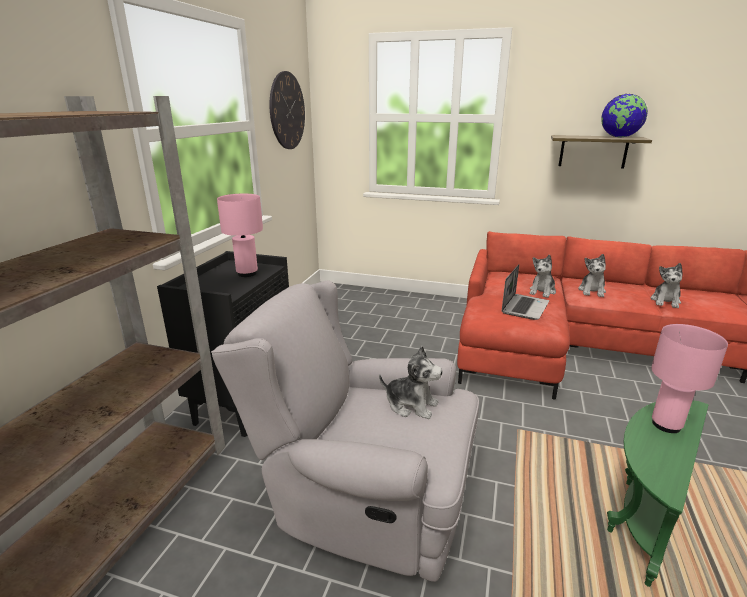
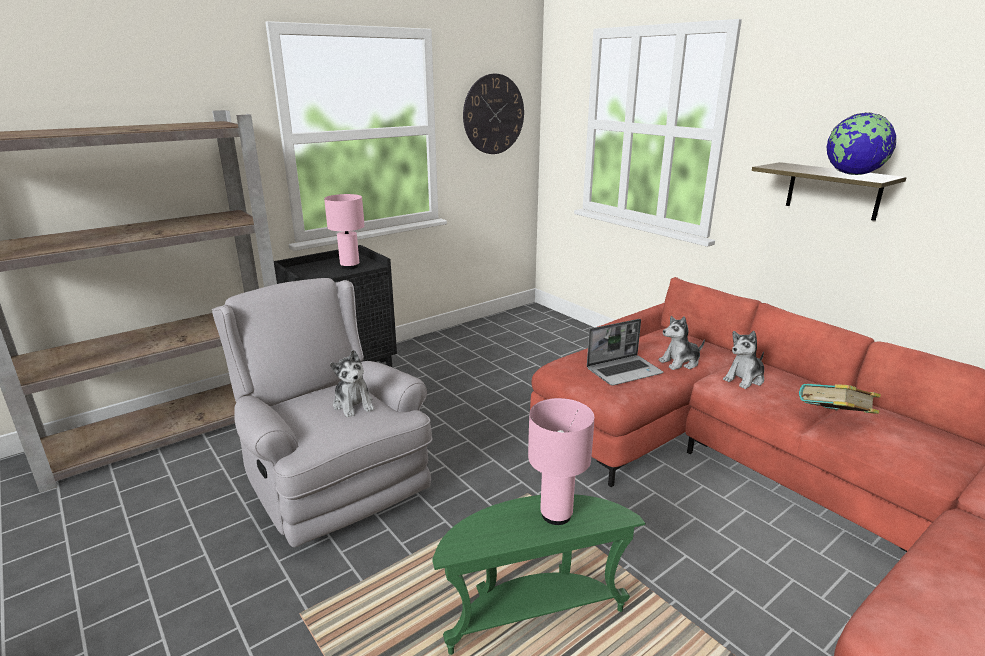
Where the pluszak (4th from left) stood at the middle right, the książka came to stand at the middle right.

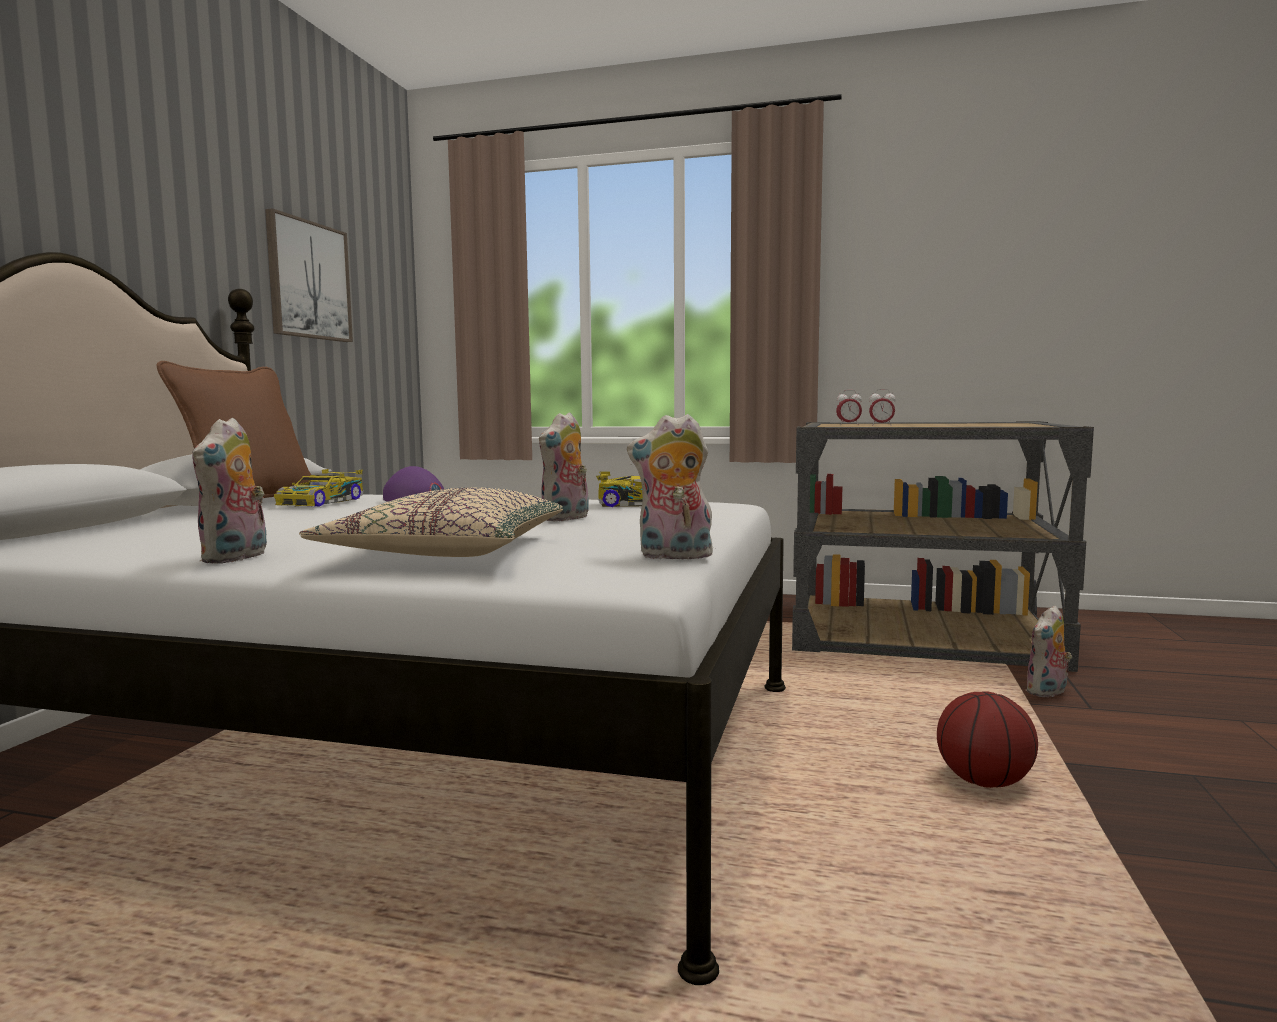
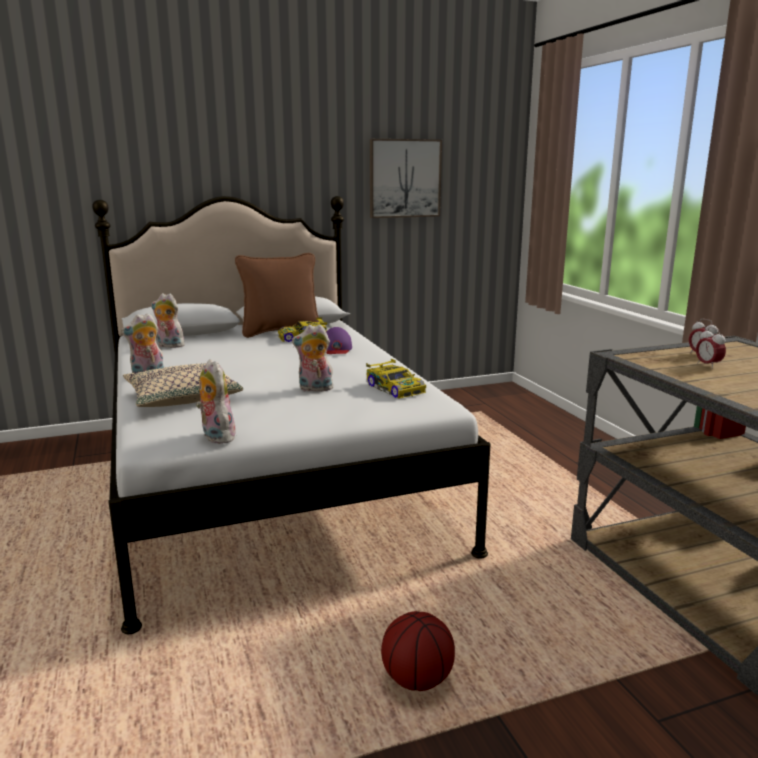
The pluszak (4th from left in the first image) ended up elsewhere, having gone from the middle right to the middle left.

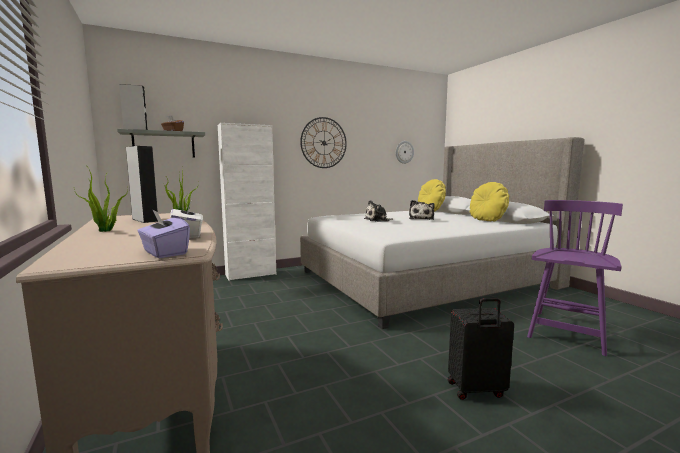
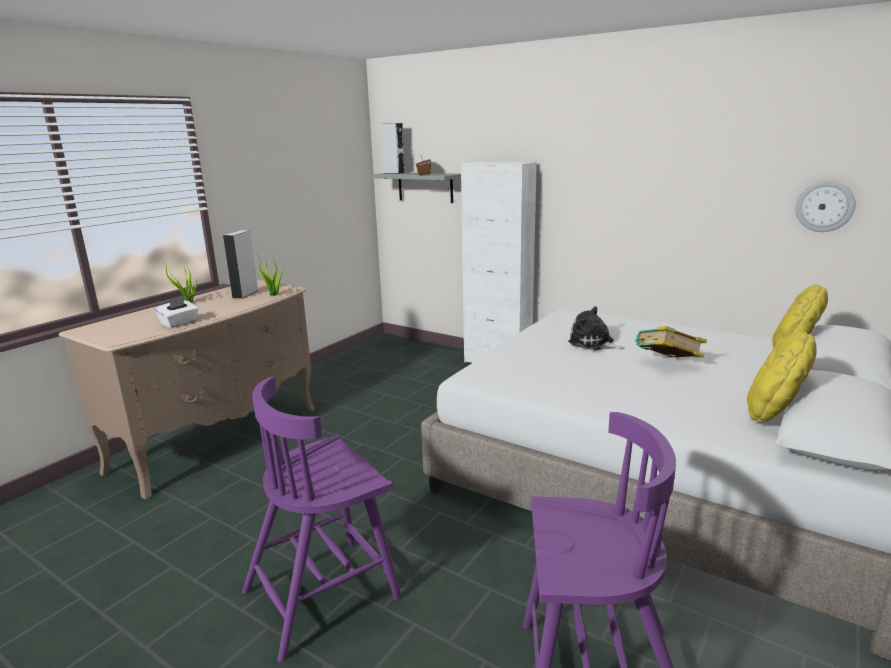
The second view lost the zegar ścienny (1st from left) at the top centre. Where the pluszak (2nd from left) stood at the centre, the książka came to stand at the middle right. The second view lost the pudełko chusteczek [fioletowy] at the middle left. Where the walizka [czarny] stood at the bottom right, the krzesło [fioletowy] (1st from left) came to stand at the bottom centre.

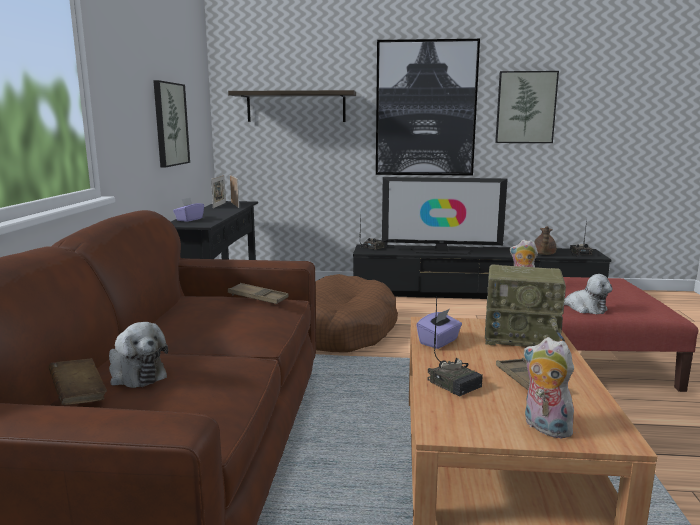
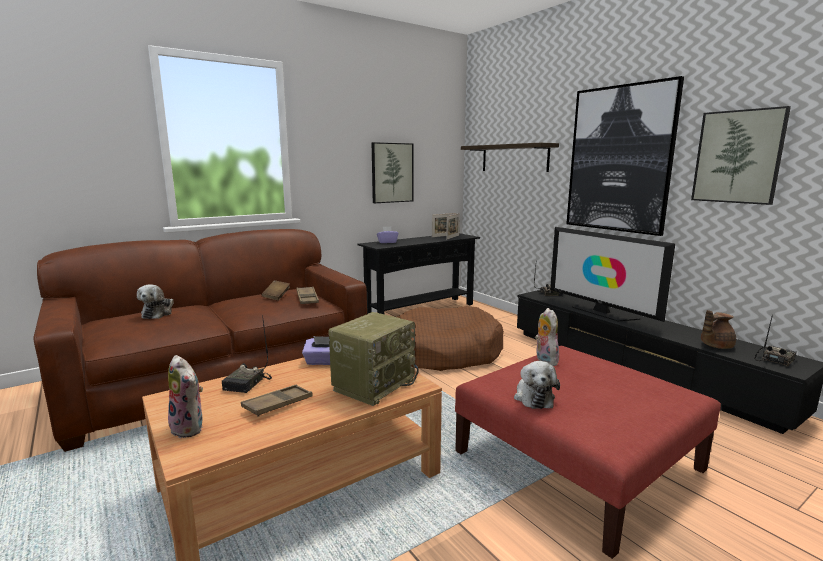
The radio (3rd from left in the first image) at the middle right ended up facing another way, 120 degrees counterclockwise from before. The pluszak (3rd from left in the first image) at the bottom right ended up facing another way, 120 degrees clockwise from before. The książka [brązowy] ended up elsewhere, having gone from the bottom left to the centre.

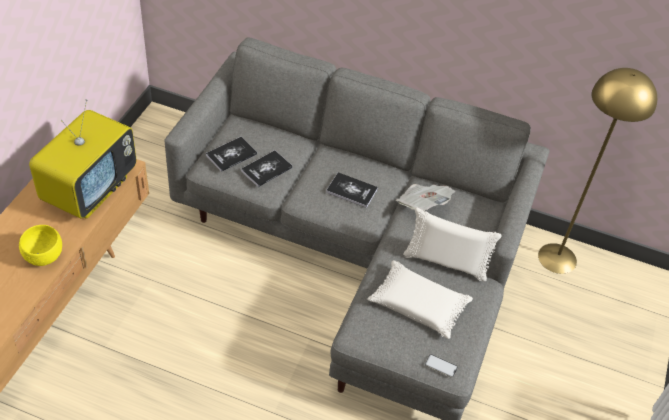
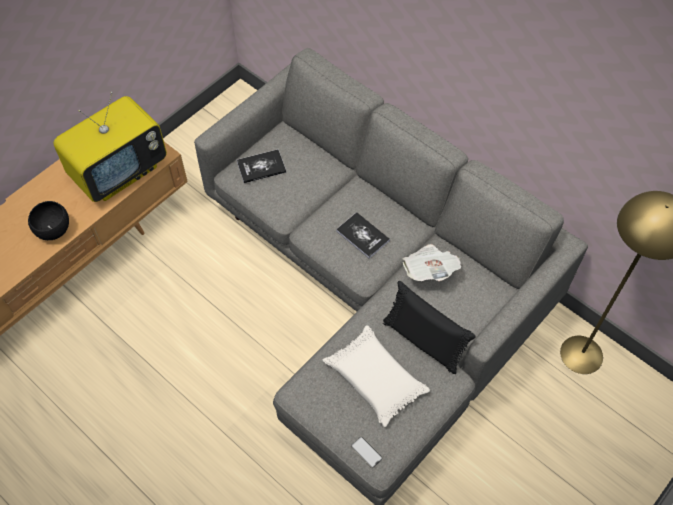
The second view lost the książka (2nd from left) at the centre. What was the poduszka [biały] (2nd from left) at the middle right turned into the poduszka [czarny] at the centre. What was the miska [żółty] at the middle left turned into the miska [czarny] at the middle left.

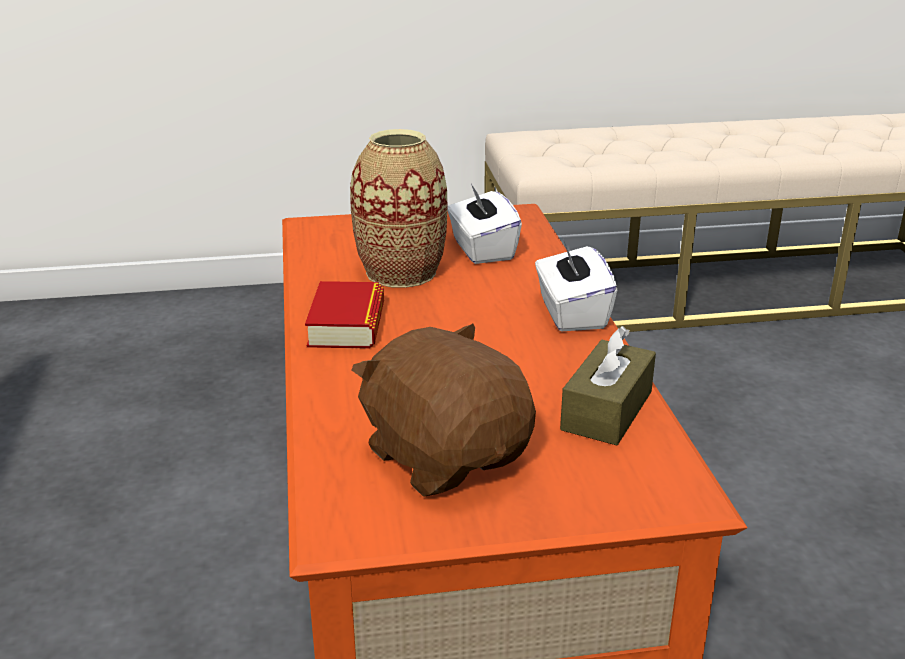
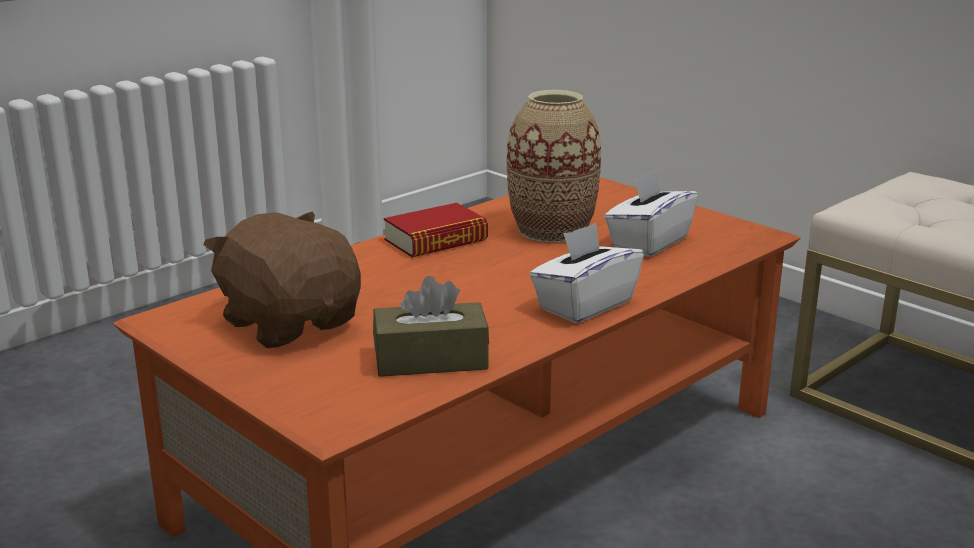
The pluszak [brązowy] at the centre ended up facing another way, 60 degrees counterclockwise from before.

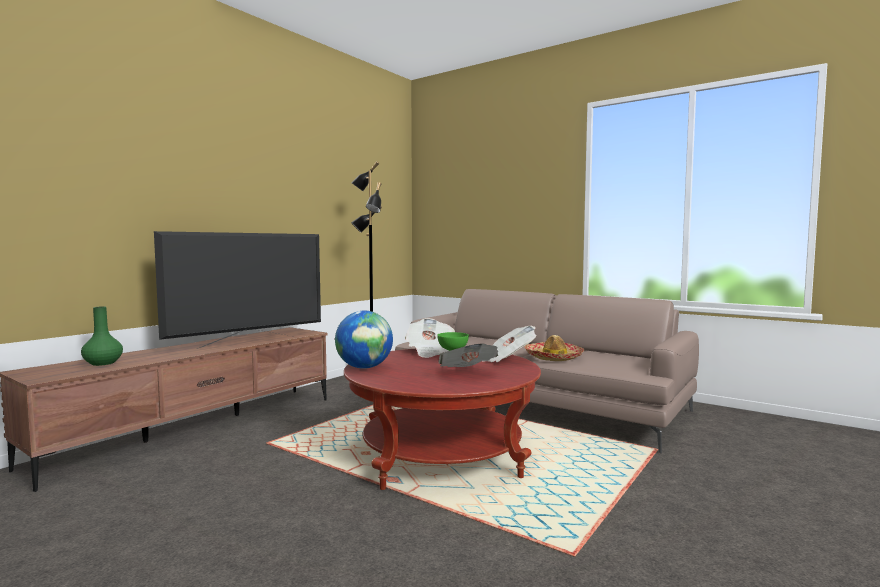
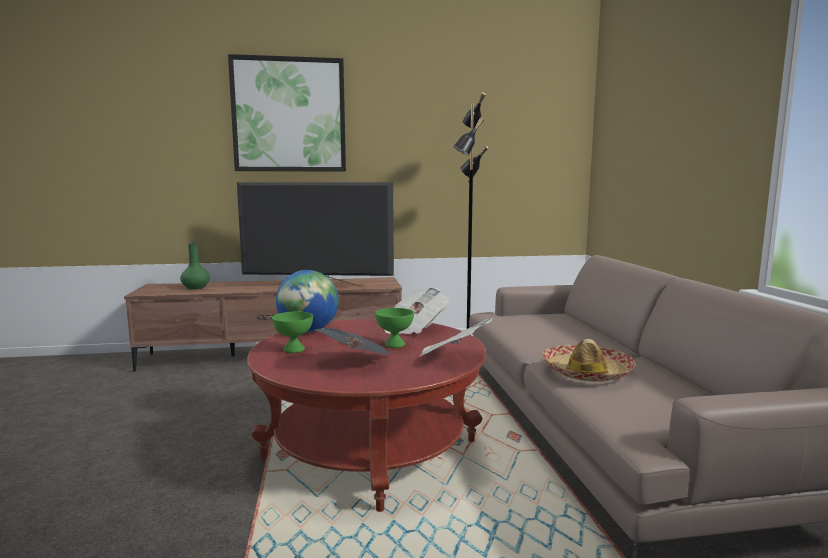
The second view gained the obraz at the top centre. The second view gained the miska [zielony] (1st from left) at the centre.

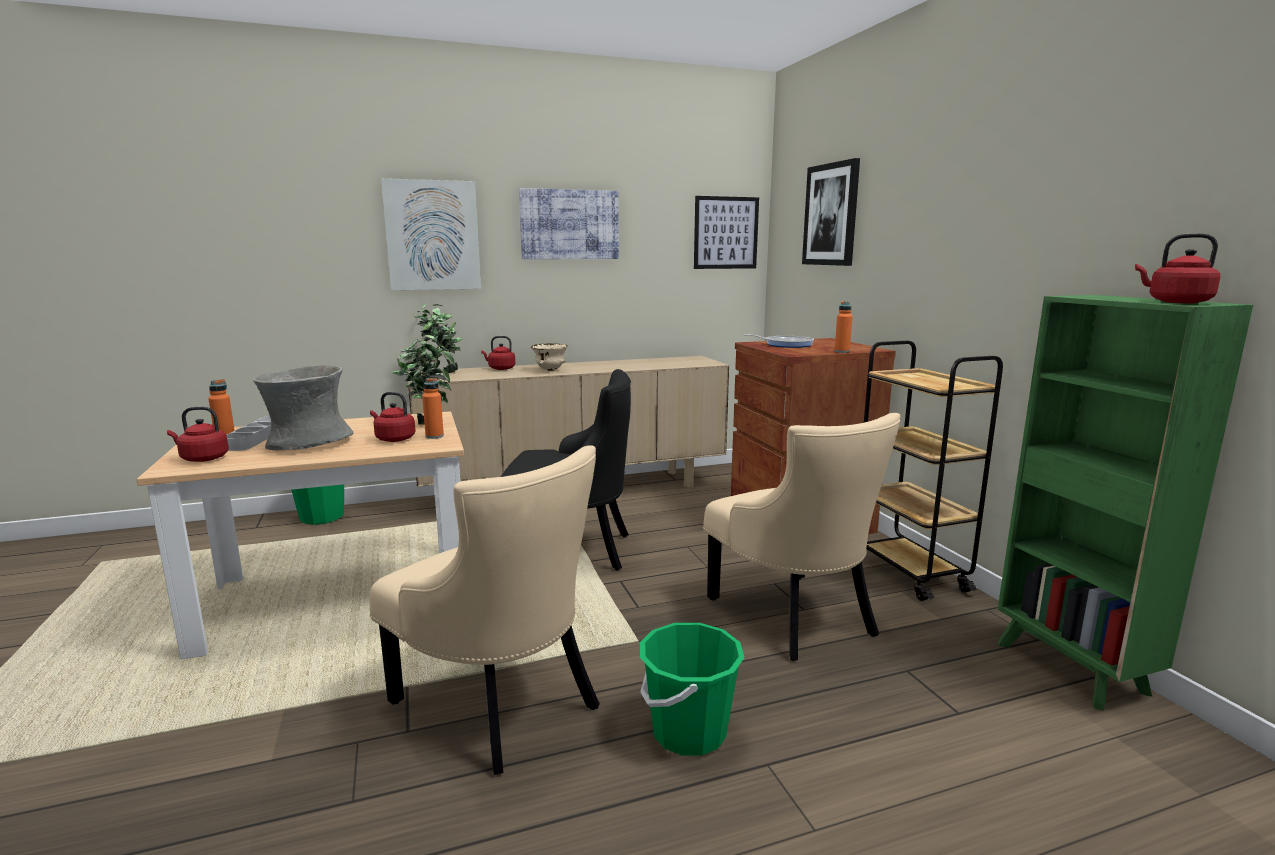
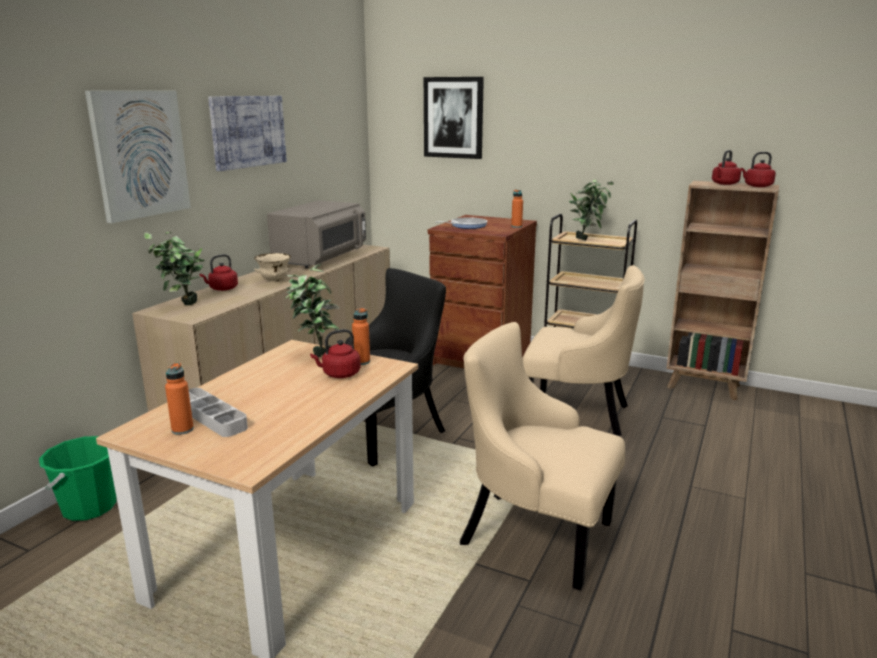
The second view lost the obraz (3rd from left) at the top centre. What was the regał [zielony] at the middle right turned into the regał [brązowy] at the middle right. The second view lost the wazon [szary] at the middle left. The czajnik [czerwony] (1st from left in the first image) ended up elsewhere, having gone from the middle left to the top right. The krzesło [beżowy] (1st from left) at the bottom centre ended up facing another way, 150 degrees counterclockwise from before. The second view lost the wiadro [zielony] (2nd from left) at the bottom centre. The second view gained the roślina doniczkowa (3rd from left) at the top right. The second view gained the mikrofalówka [szary] at the centre.

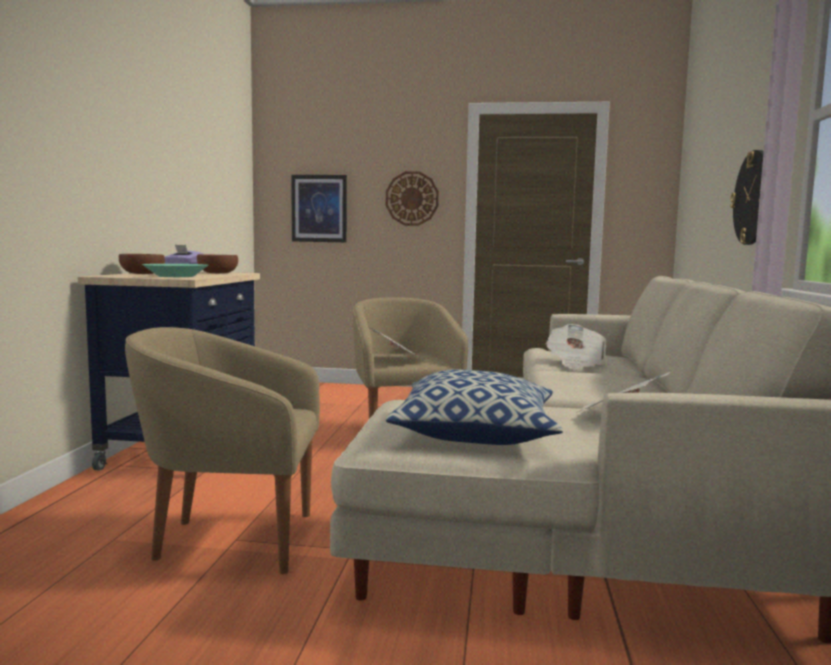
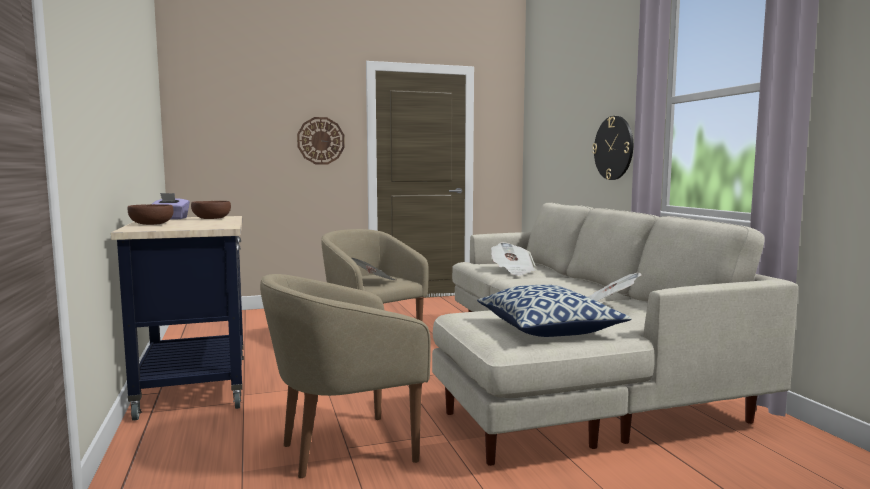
The second view lost the obraz at the top centre. The second view lost the miska [turkusowy] at the middle left.

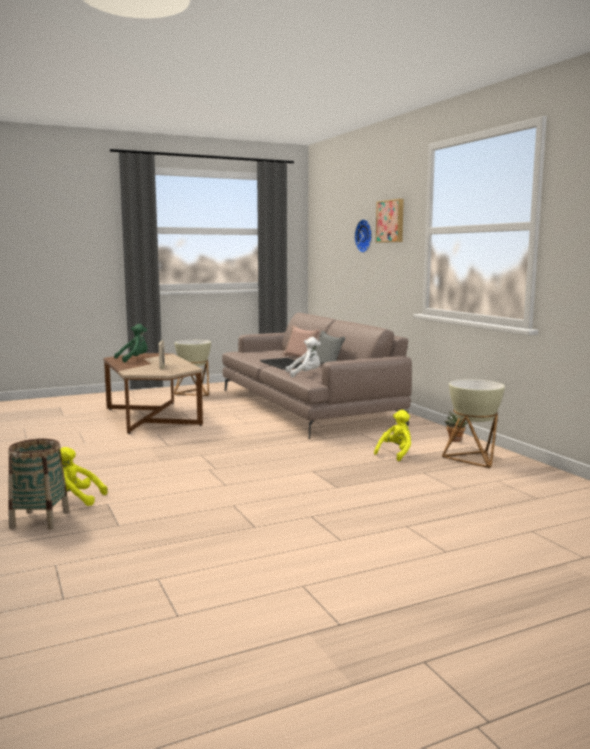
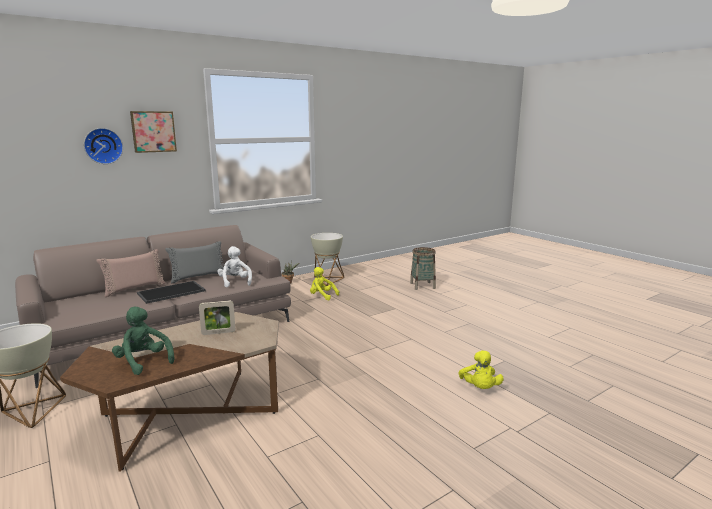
The koszyk ended up elsewhere, having gone from the middle left to the centre.

